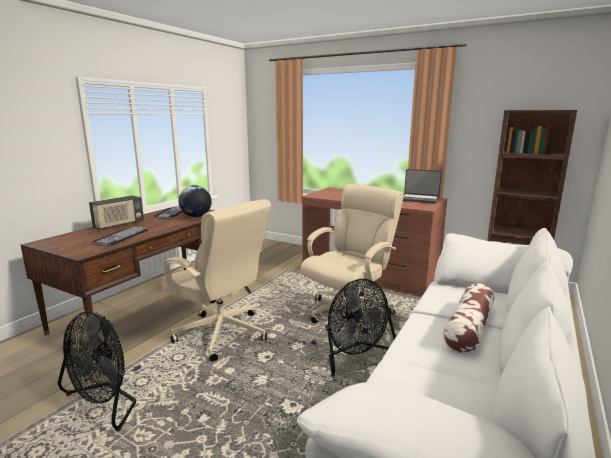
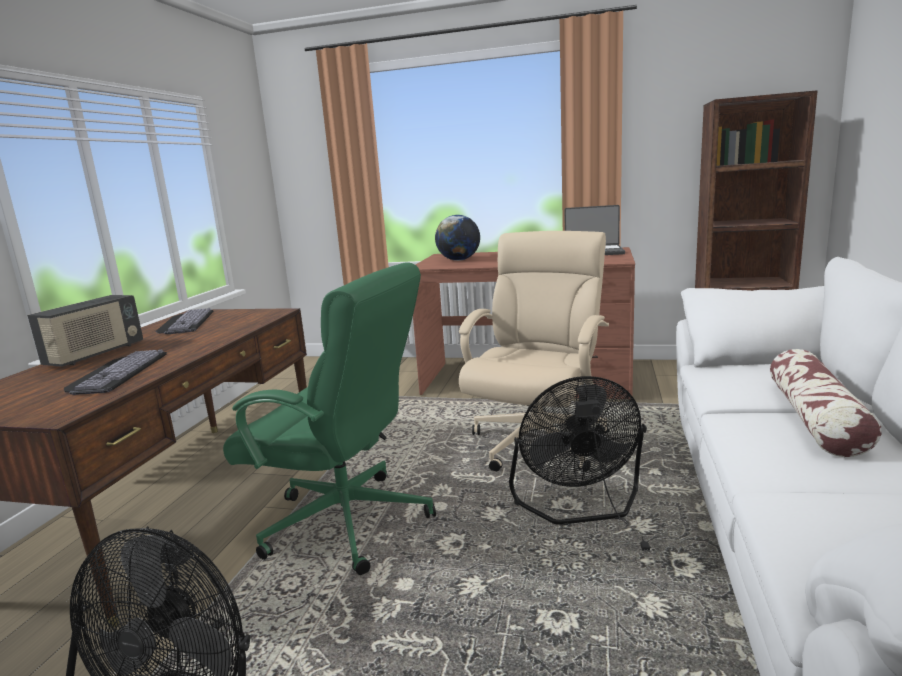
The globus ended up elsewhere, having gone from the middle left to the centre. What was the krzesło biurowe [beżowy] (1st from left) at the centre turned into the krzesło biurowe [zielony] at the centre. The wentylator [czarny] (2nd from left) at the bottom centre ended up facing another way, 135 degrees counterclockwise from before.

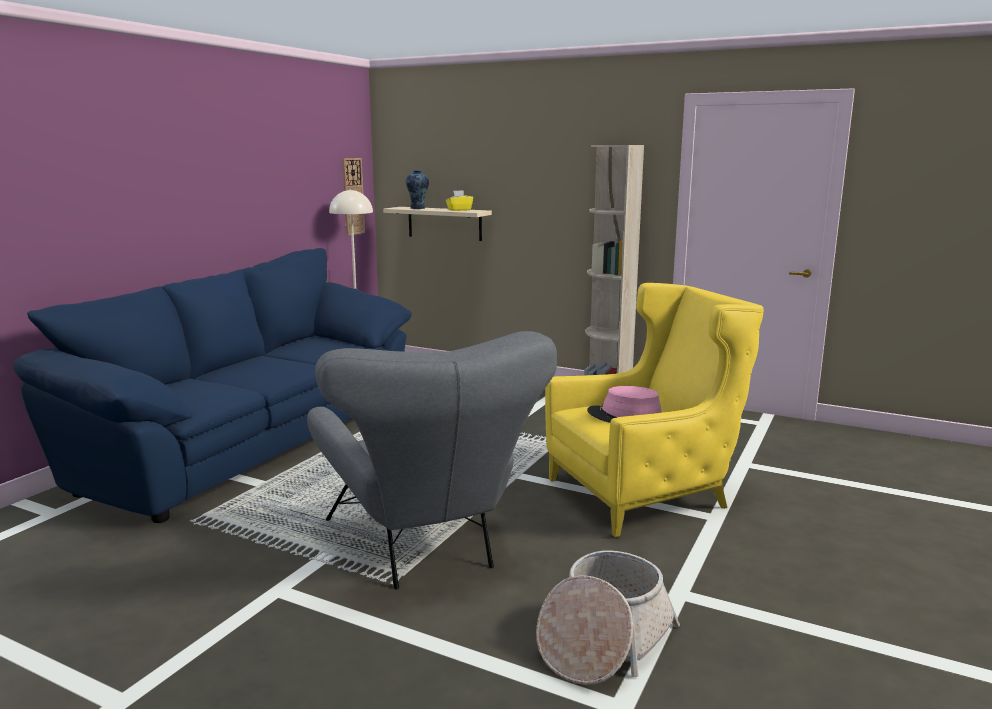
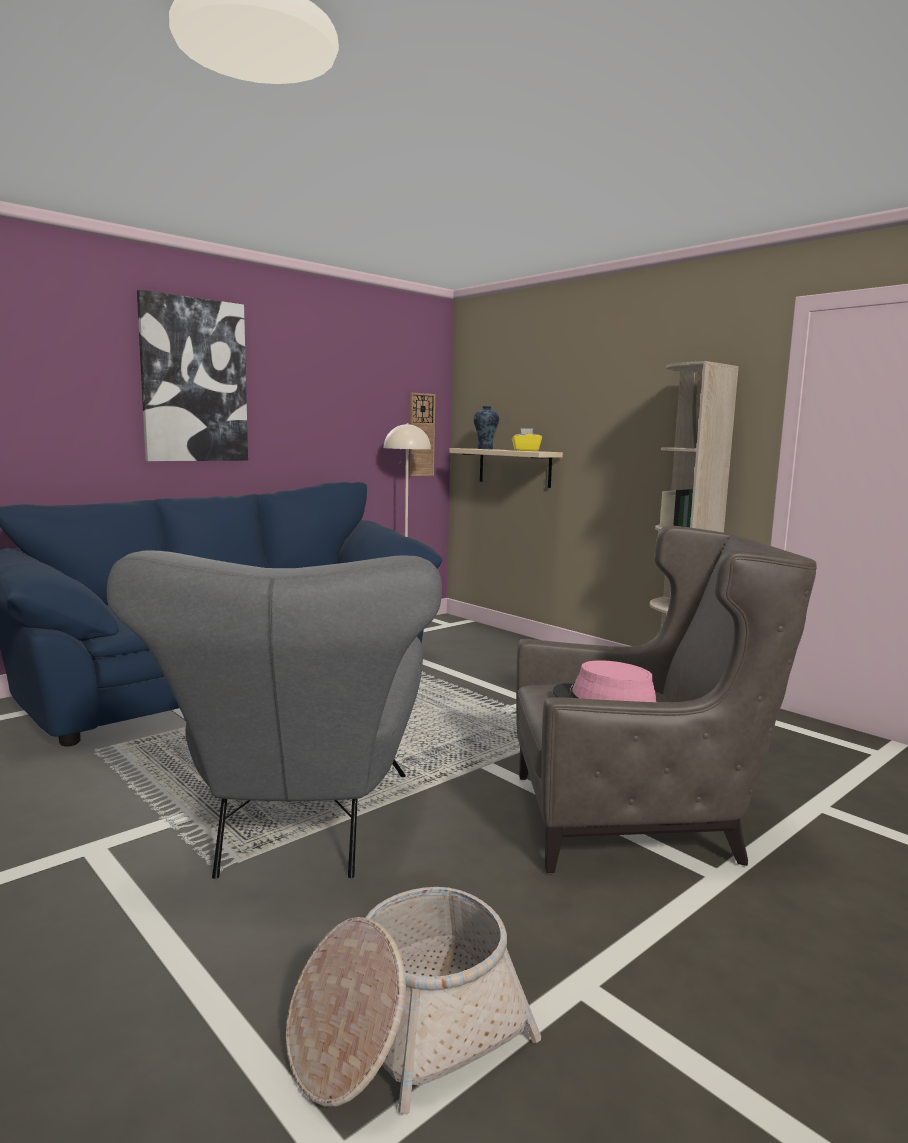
What was the fotel [żółty] at the centre turned into the fotel [szary] (2nd from left) at the middle right. The second view gained the obraz at the top left.

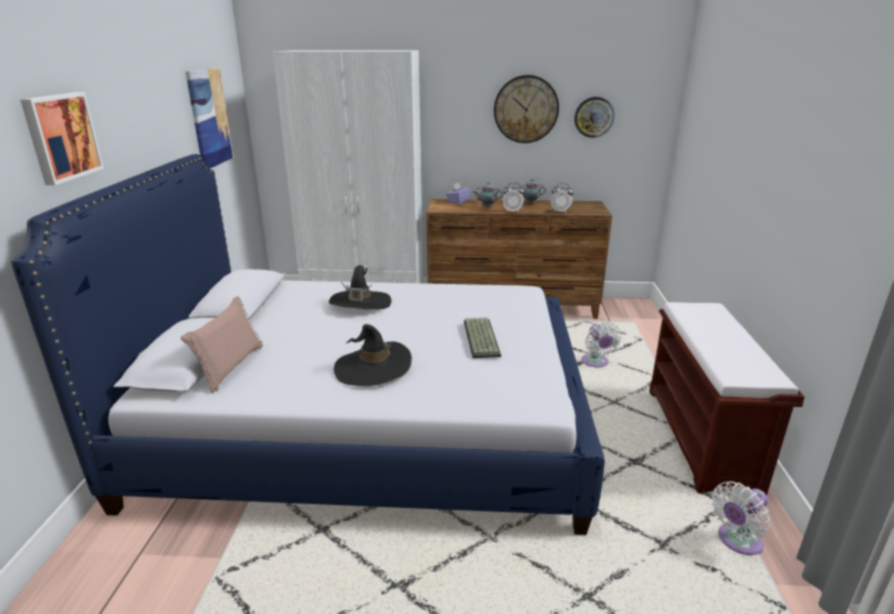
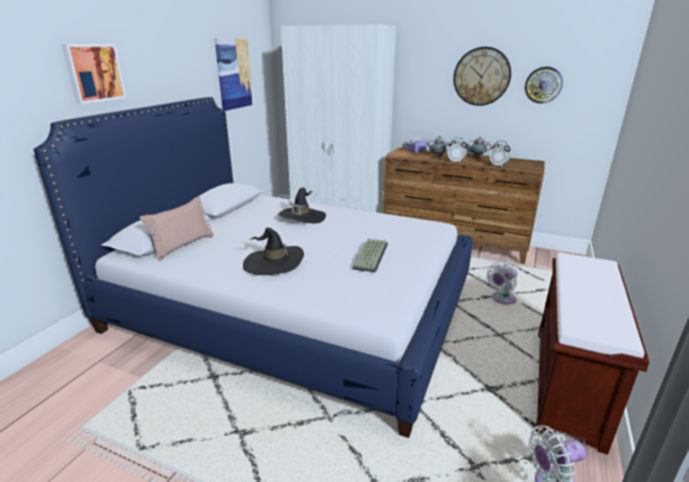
The wentylator [biały] (1st from left) at the middle right ended up facing another way, 45 degrees clockwise from before.

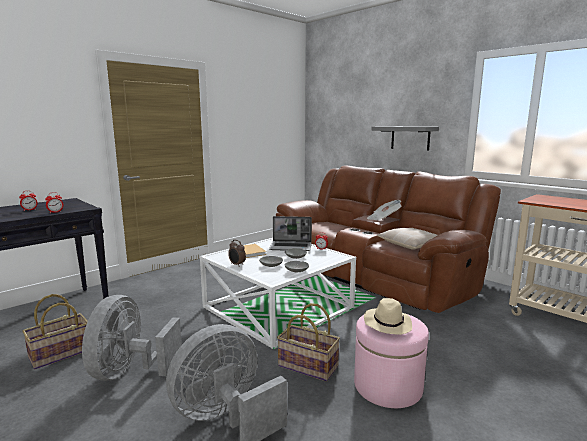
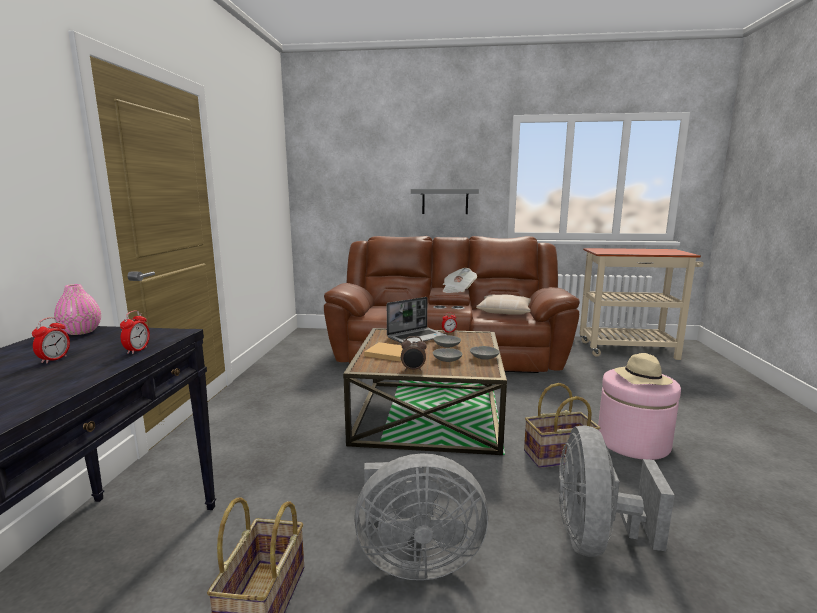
What was the ława [biały] at the centre turned into the ława [brązowy] at the centre. The wentylator [szary] (1st from left) at the bottom left ended up facing another way, 60 degrees counterclockwise from before. The second view gained the wazon [różowy] at the middle left.

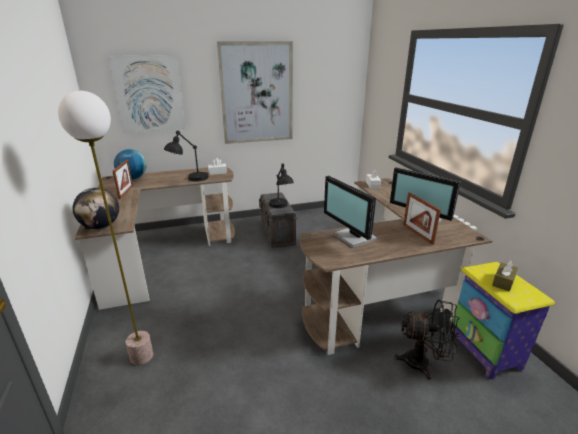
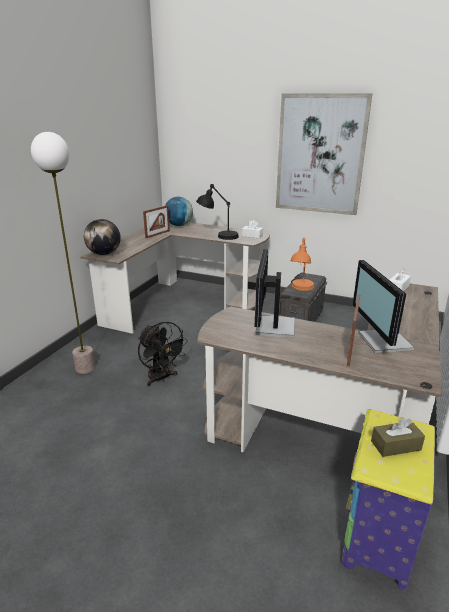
The second view lost the obraz (1st from left) at the top left. What was the lampa stołowa [czarny] (2nd from left) at the centre turned into the lampa stołowa [pomarańczowy] at the middle right. The wentylator [czarny] ended up elsewhere, having gone from the bottom right to the centre.

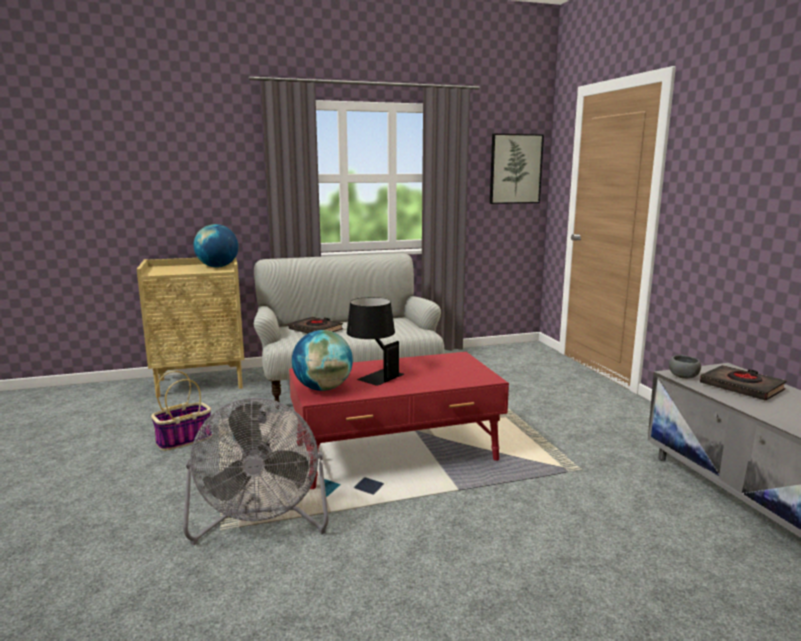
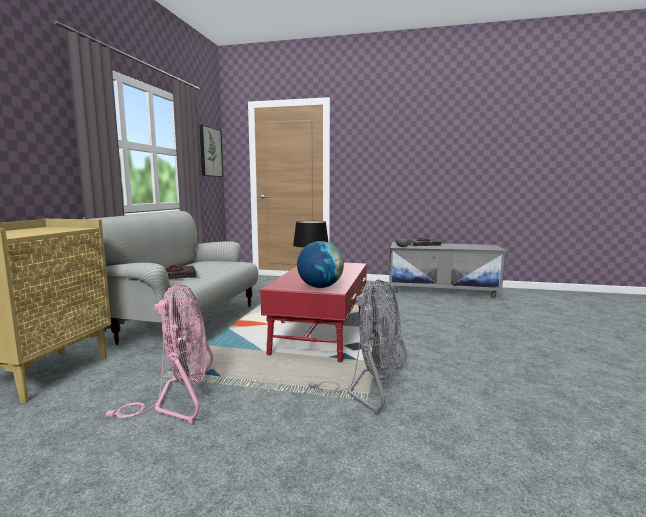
The second view lost the globus (1st from left) at the middle left. Where the koszyk stood at the middle left, the wentylator [różowy] came to stand at the bottom left.

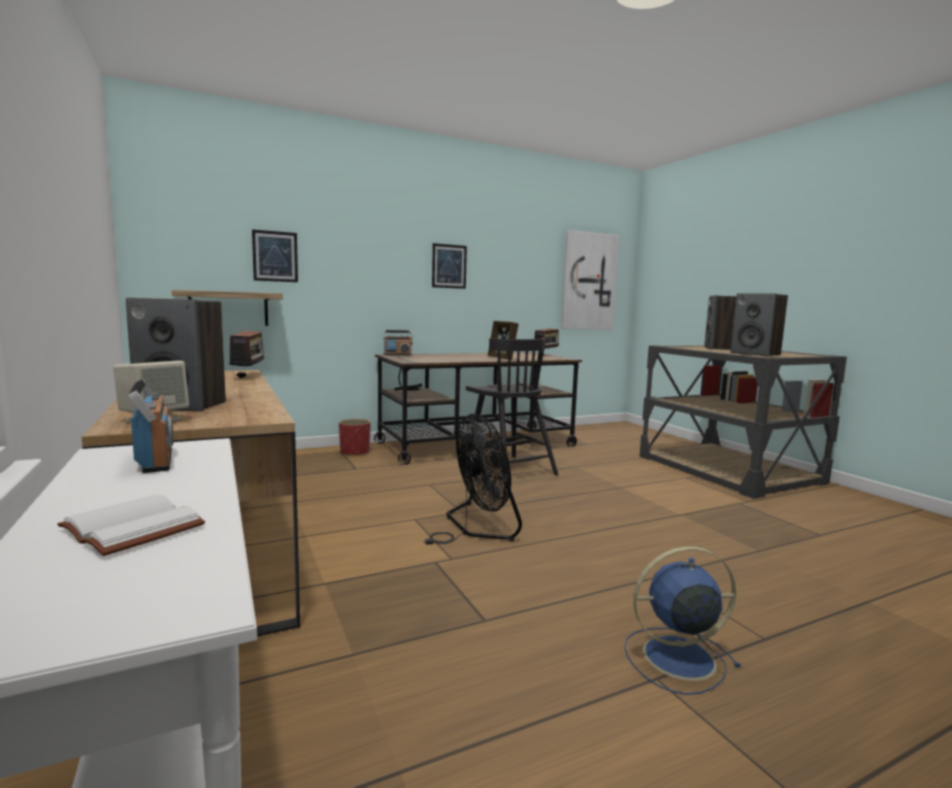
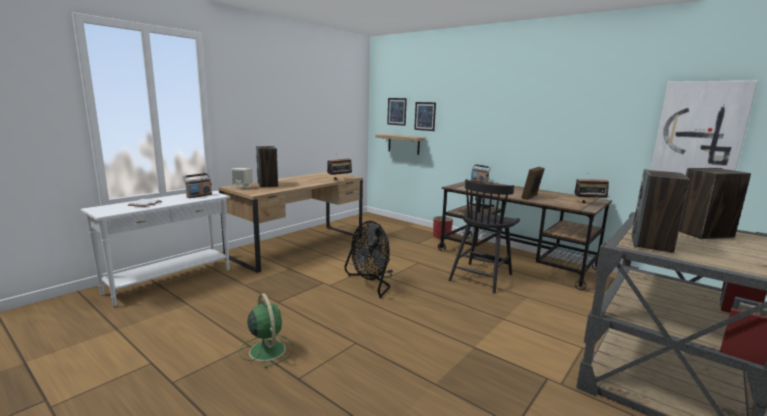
The obraz (2nd from left in the first image) ended up elsewhere, having gone from the centre to the top centre. The wentylator [czarny] at the centre ended up facing another way, 105 degrees clockwise from before. What was the wentylator [niebieski] at the bottom right turned into the wentylator [zielony] at the bottom centre.

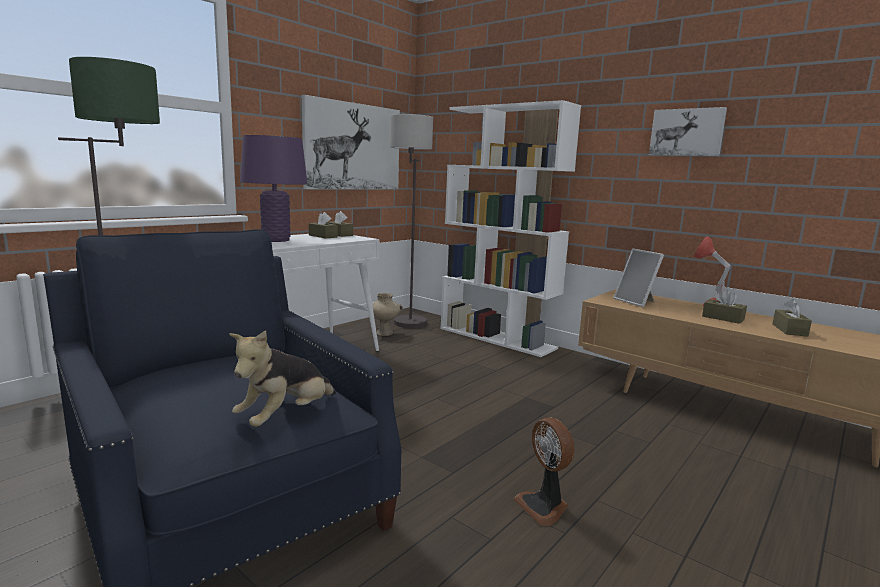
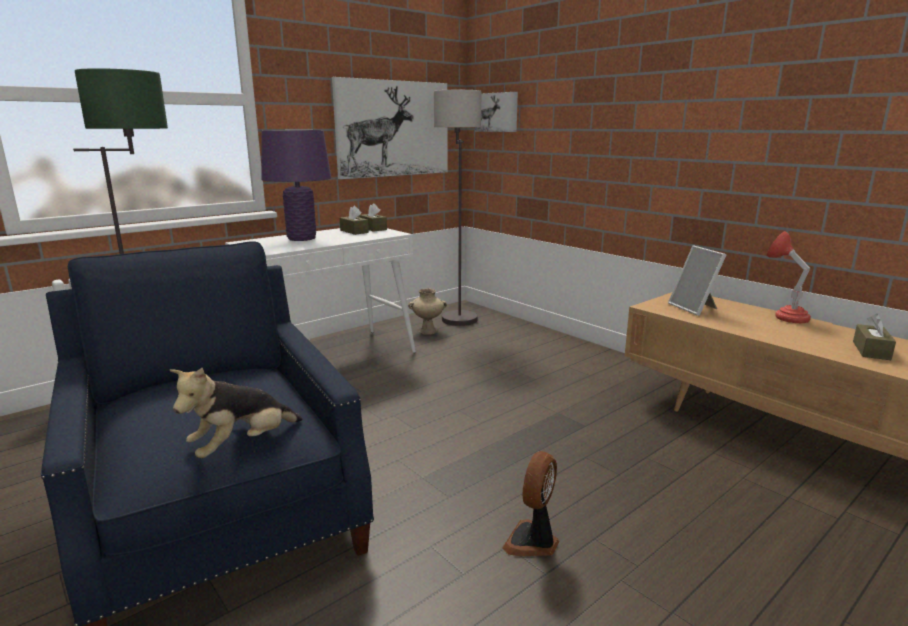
The second view lost the regał [biały] at the centre. The obraz (2nd from left) ended up elsewhere, having gone from the top right to the top centre. The second view lost the pudełko chusteczek [brązowy] (3rd from left) at the middle right. The wentylator at the bottom centre ended up facing another way, 45 degrees clockwise from before.

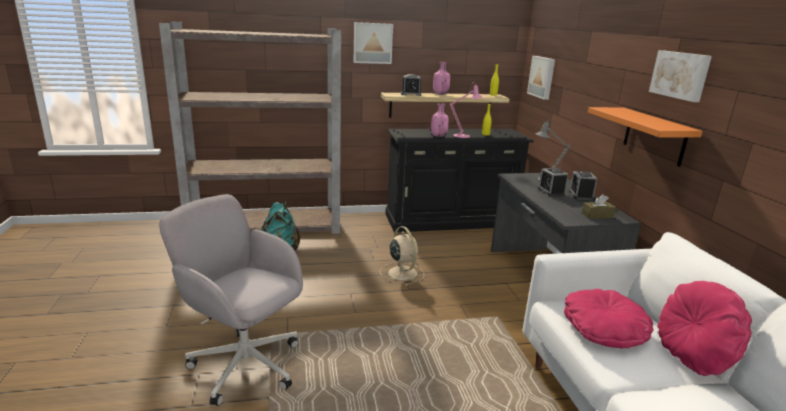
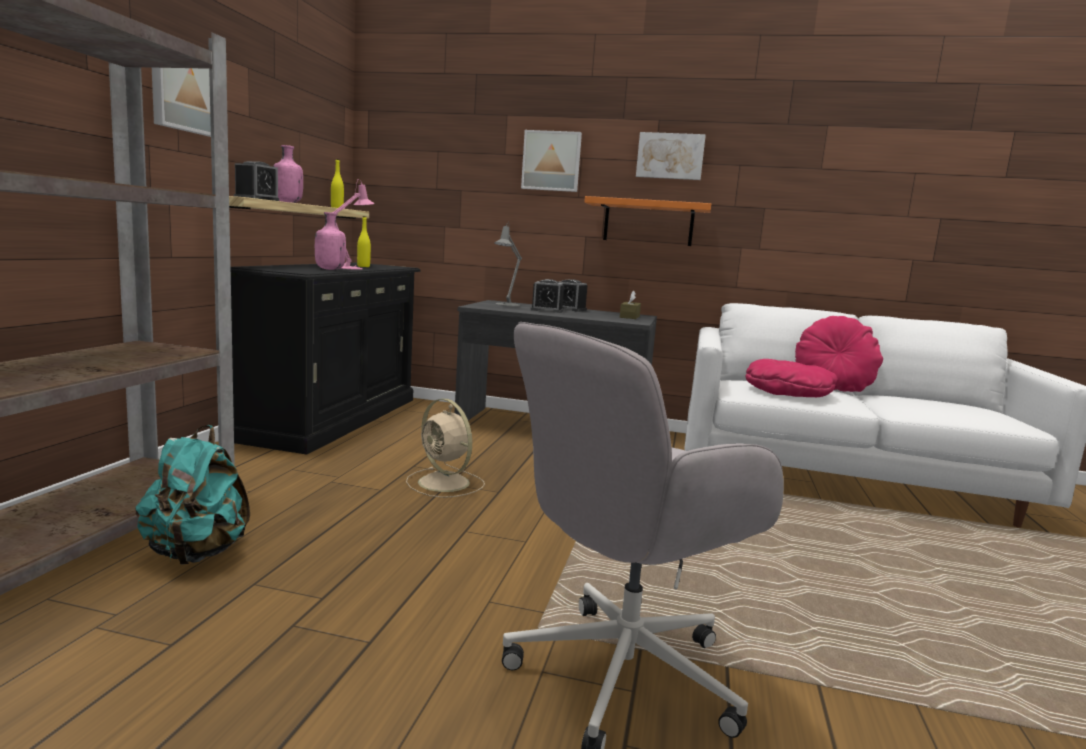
The obraz (2nd from left) ended up elsewhere, having gone from the top right to the top centre. The wentylator [beżowy] at the centre ended up facing another way, 135 degrees counterclockwise from before.

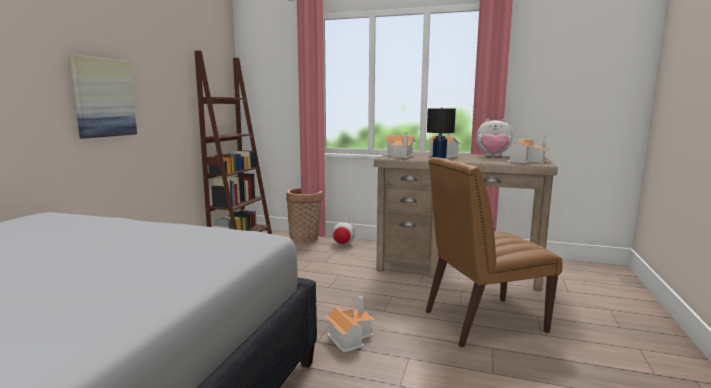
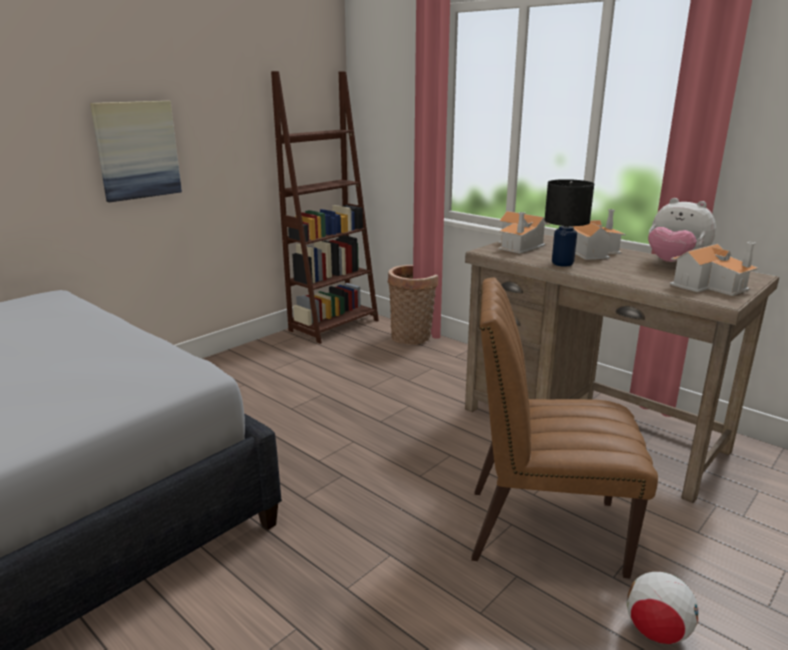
The piłka futbolowa ended up elsewhere, having gone from the centre to the bottom right. The second view lost the domek (1st from left) at the bottom centre.

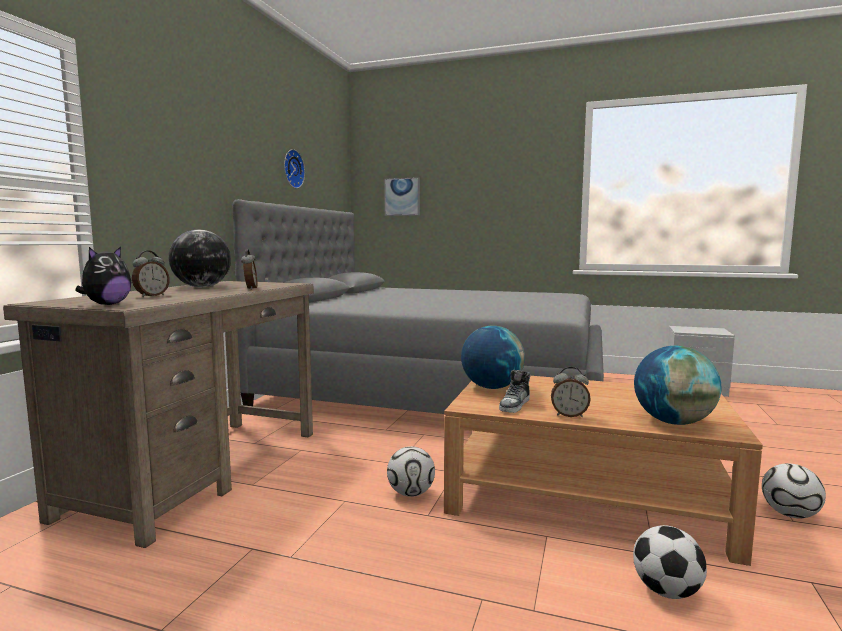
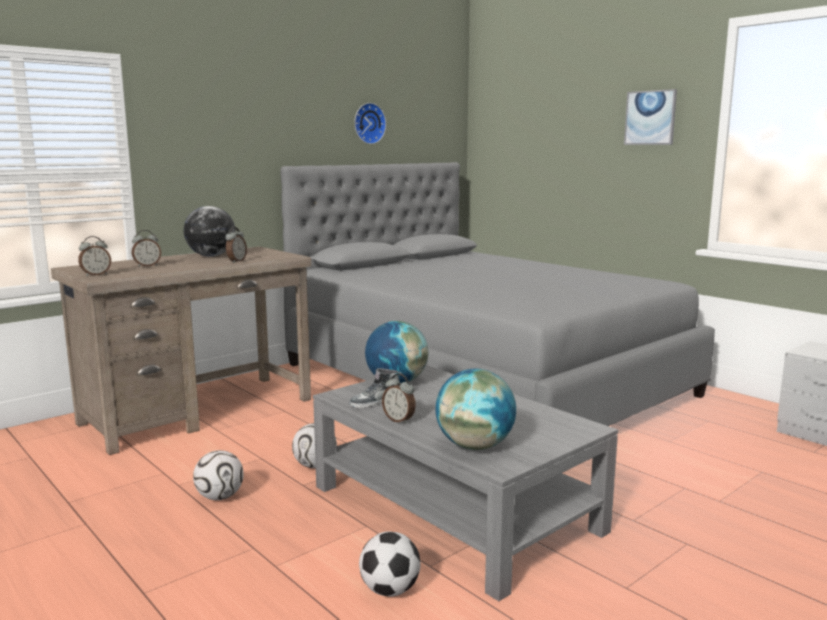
The obraz ended up elsewhere, having gone from the top centre to the top right. Where the pluszak stood at the middle left, the budzik (1st from left) came to stand at the middle left. What was the ława [brązowy] at the bottom right turned into the ława [szary] at the bottom centre. The piłka futbolowa (3rd from left in the first image) ended up elsewhere, having gone from the bottom right to the bottom left.

